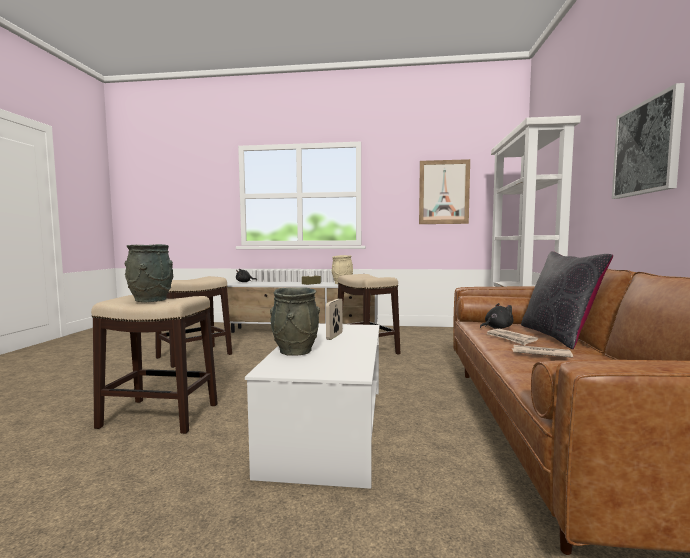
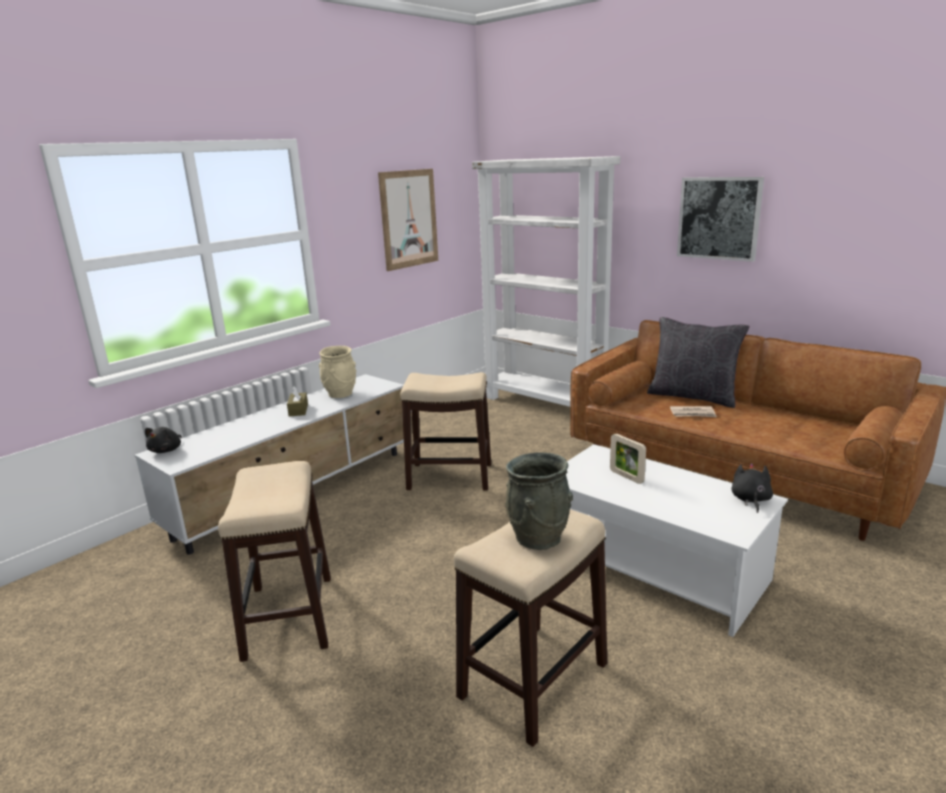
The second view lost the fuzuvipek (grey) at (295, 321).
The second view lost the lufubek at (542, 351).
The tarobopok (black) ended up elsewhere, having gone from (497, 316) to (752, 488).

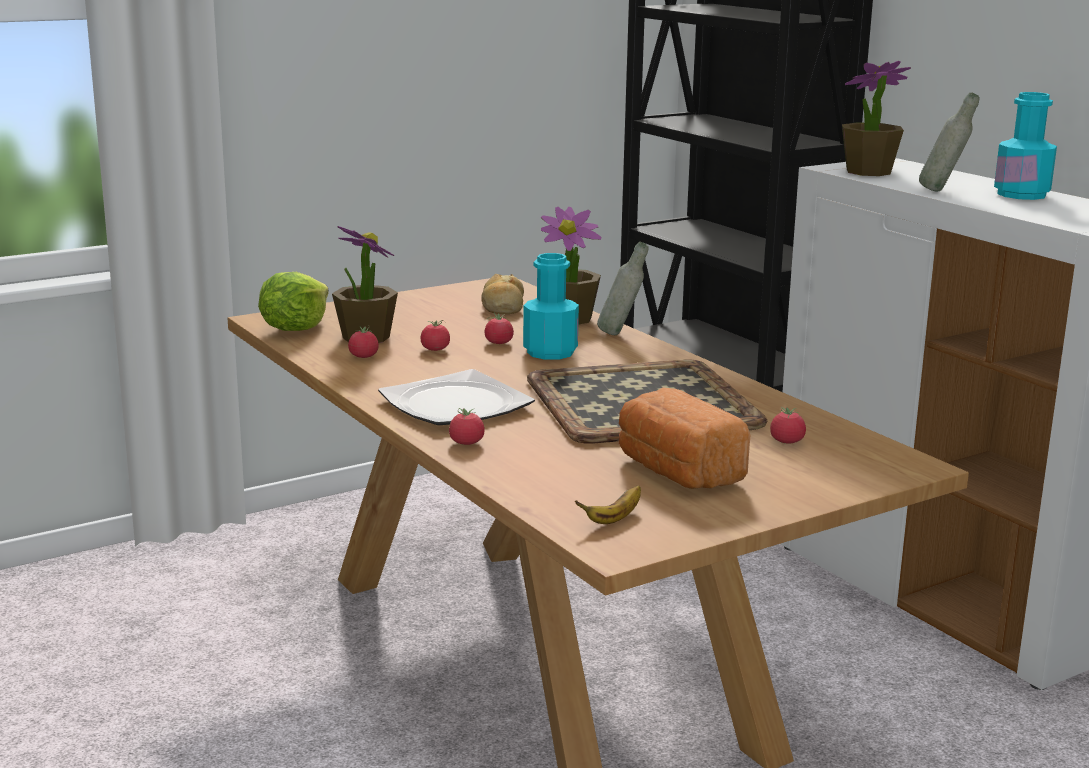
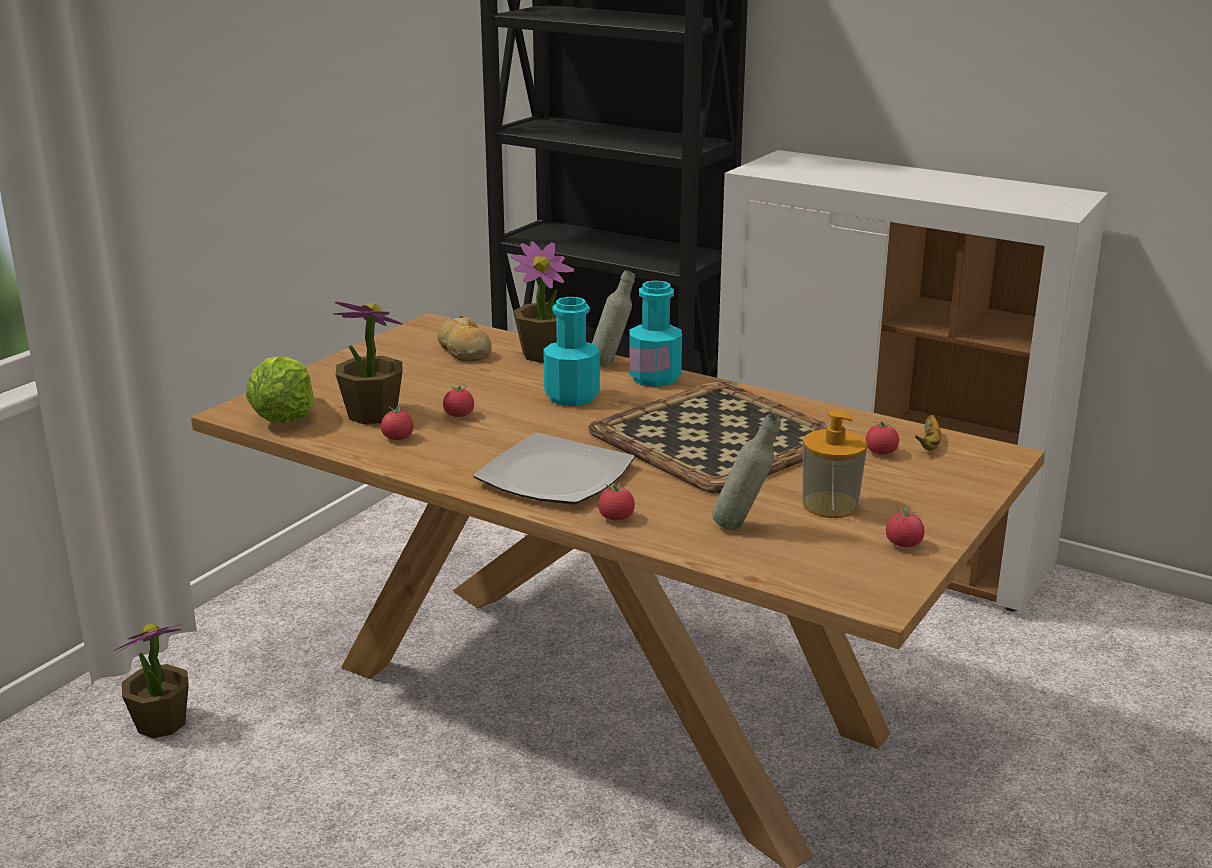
The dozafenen ended up elsewhere, having gone from (499, 328) to (905, 526).
The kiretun ended up elsewhere, having gone from (608, 504) to (928, 432).
The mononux ended up elsewhere, having gone from (876, 118) to (151, 680).
The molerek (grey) ended up elsewhere, having gone from (949, 142) to (746, 472).
The molerek (turquoise) ended up elsewhere, having gone from (1025, 146) to (655, 334).
Where the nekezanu stood at (684, 438), the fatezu came to stand at (835, 463).

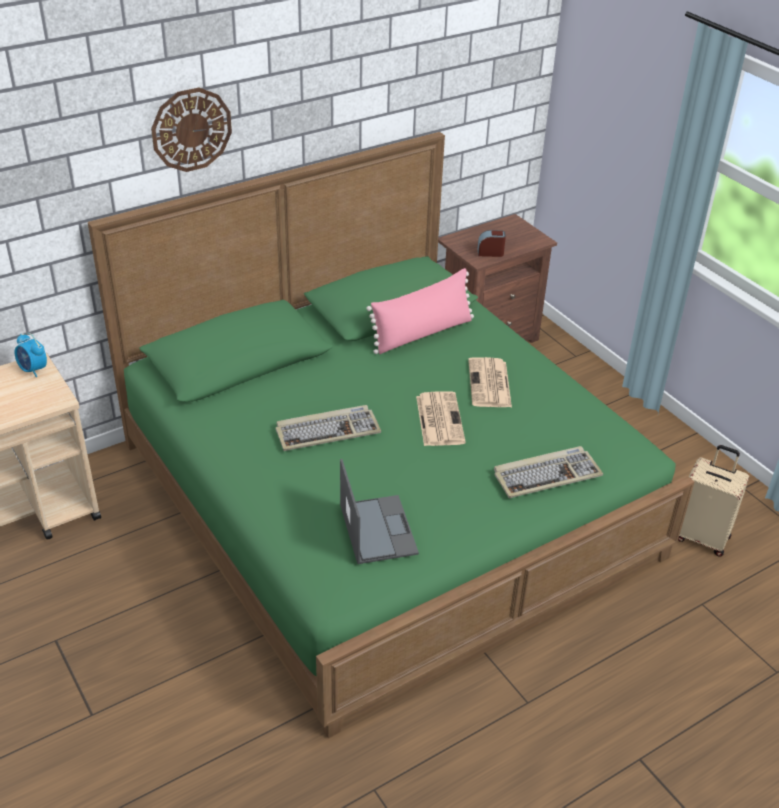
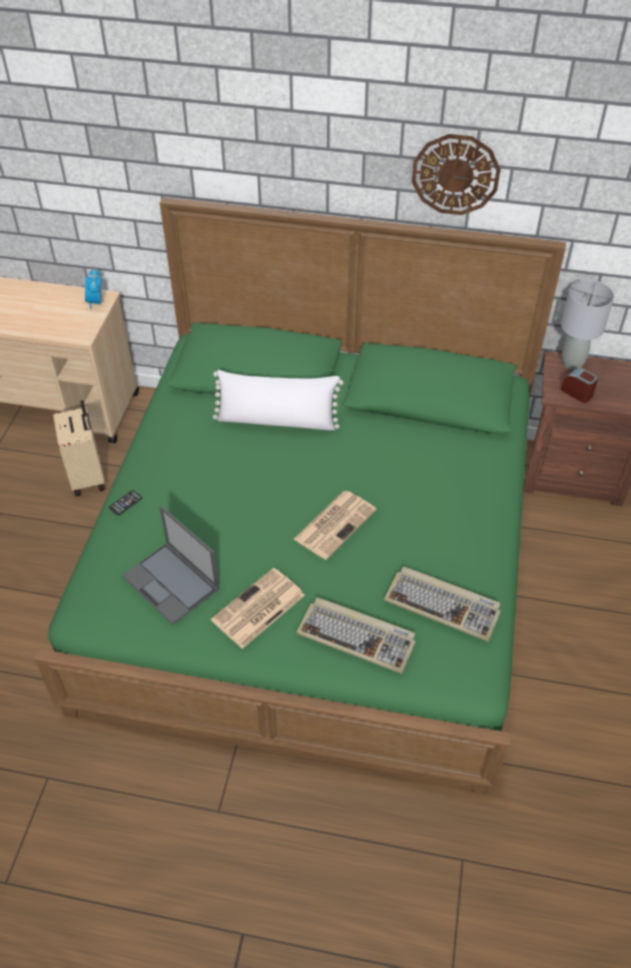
The second view lost the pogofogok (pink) at (420, 311).
The second view gained the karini at (125, 503).
The second view gained the pogofogok (white) at (278, 400).
The second view gained the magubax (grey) at (587, 325).
The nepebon ended up elsewhere, having gone from (191, 130) to (456, 174).
The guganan ended up elsewhere, having gone from (328, 428) to (442, 604).
The lufubek ended up elsewhere, having gone from (490, 382) to (258, 608).
The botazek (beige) ended up elsewhere, having gone from (713, 501) to (79, 448).
The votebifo at (379, 511) ended up facing another way, 105 degrees clockwise from before.

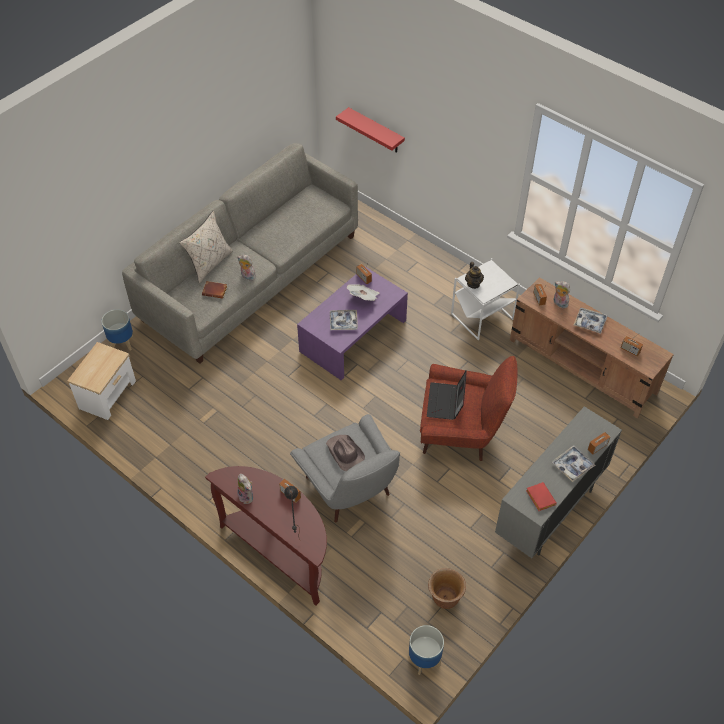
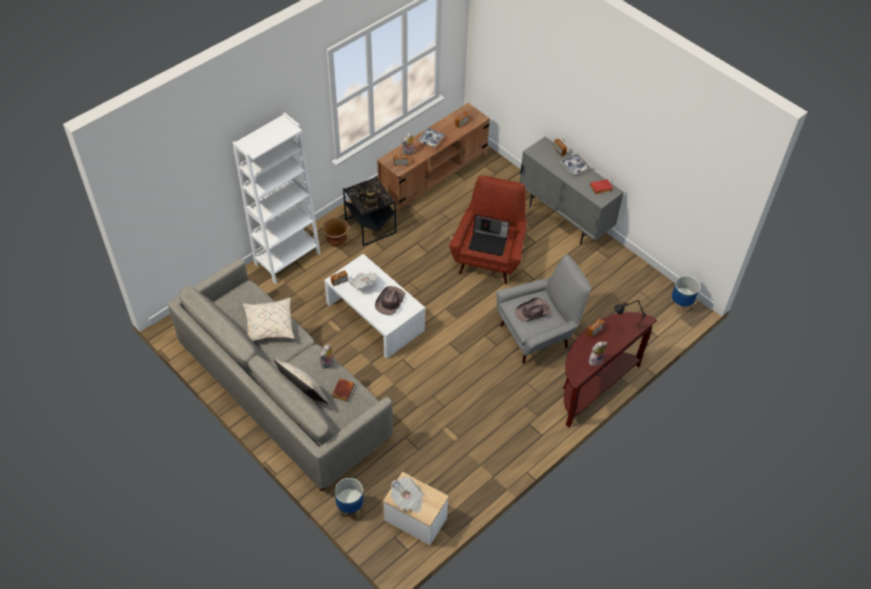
The second view lost the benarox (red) at (370, 130).
The second view gained the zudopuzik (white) at (276, 198).
The second view gained the pogofogok (beige) at (268, 319).
The second view gained the lufubek at (407, 495).
The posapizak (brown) ended up elsewhere, having gone from (447, 588) to (335, 232).
Where the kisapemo stood at (344, 320), the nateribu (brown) came to stand at (390, 300).
What was the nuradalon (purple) at (352, 323) turned into the nuradalon (white) at (374, 306).
What was the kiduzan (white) at (485, 299) turned into the kiduzan (black) at (369, 211).

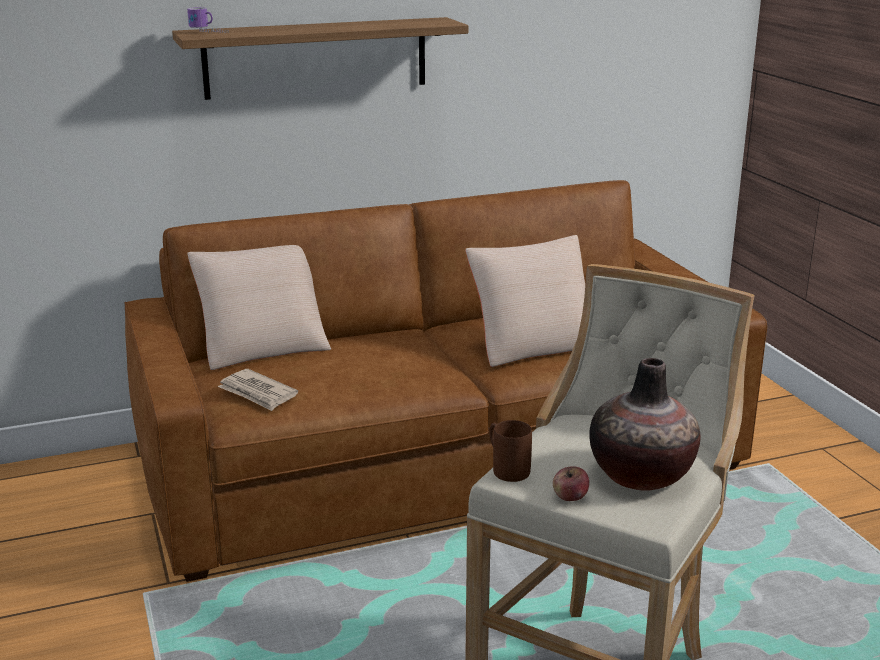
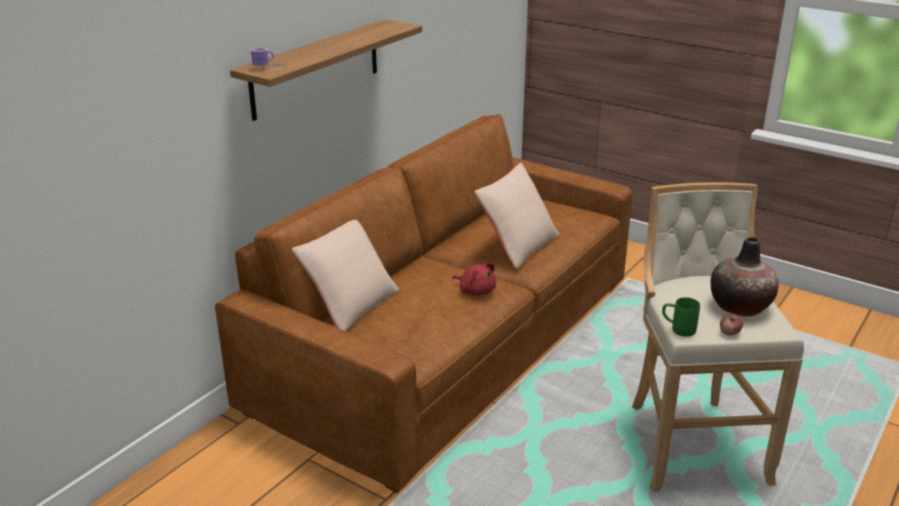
The second view lost the lufubek at (258, 390).
The second view gained the tarobopok (red) at (474, 279).
What was the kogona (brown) at (510, 451) turned into the kogona (green) at (681, 317).

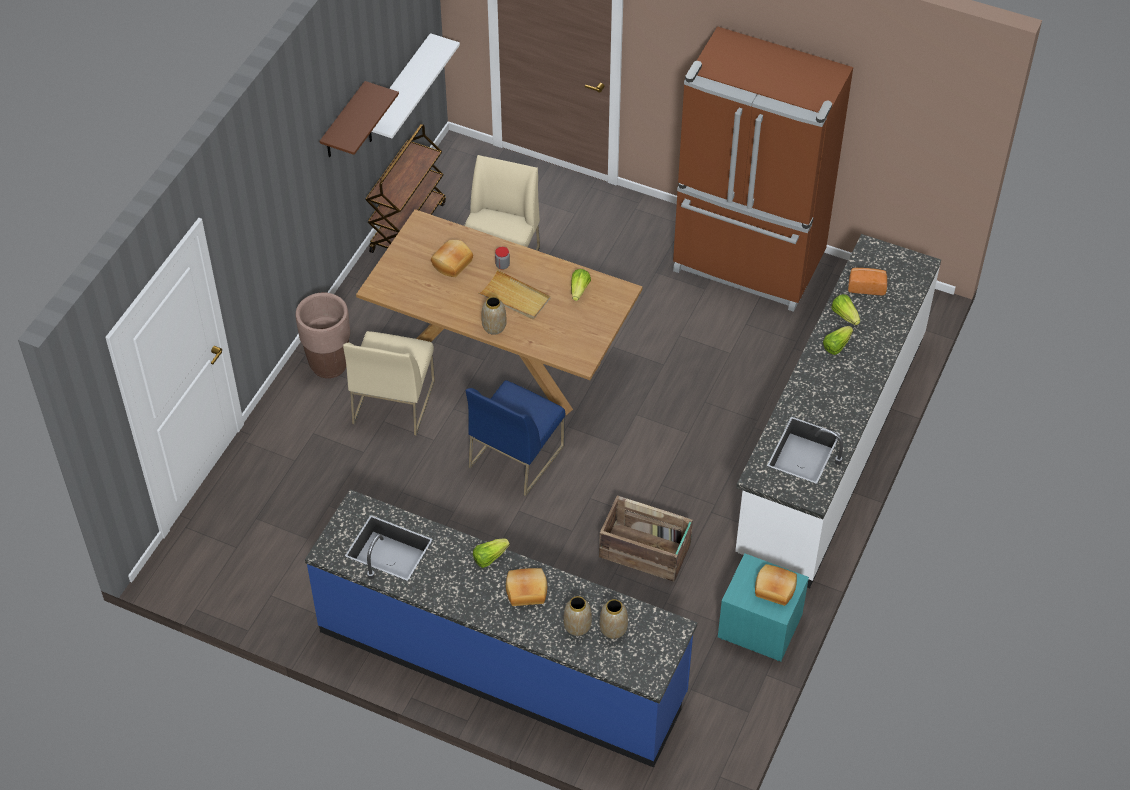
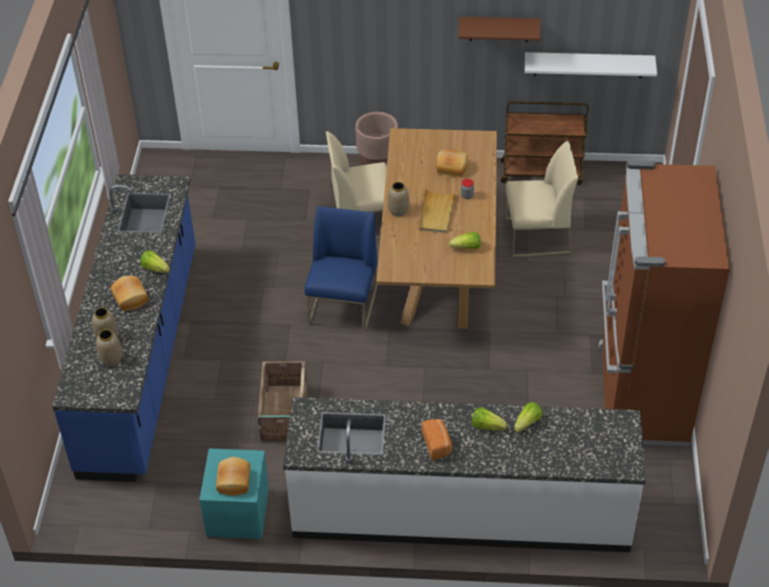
The nekezanu ended up elsewhere, having gone from (867, 281) to (437, 439).
The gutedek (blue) at (515, 438) ended up facing another way, 90 degrees clockwise from before.

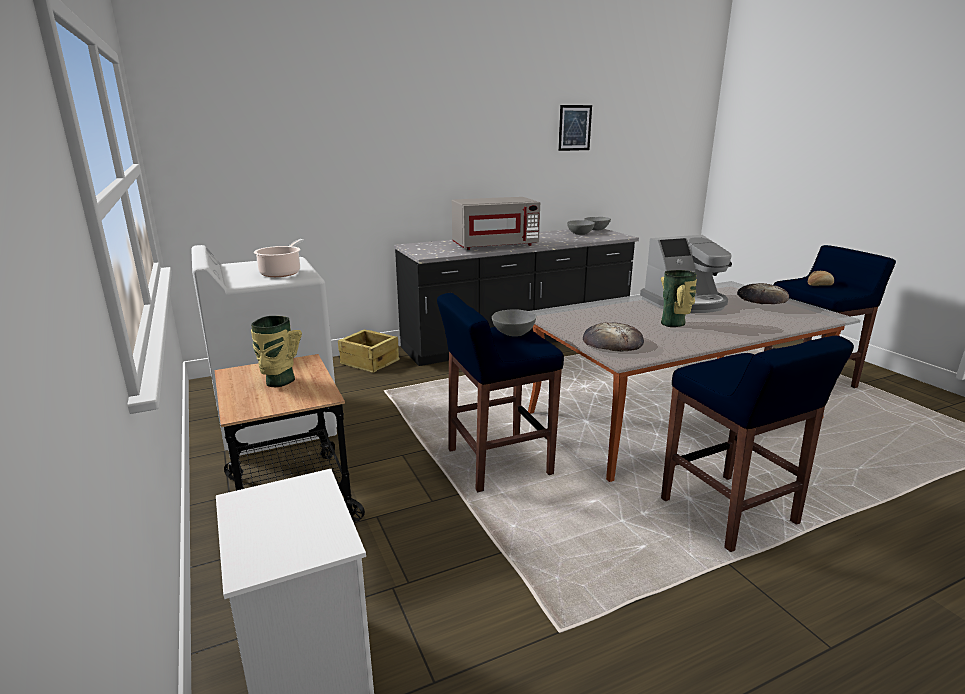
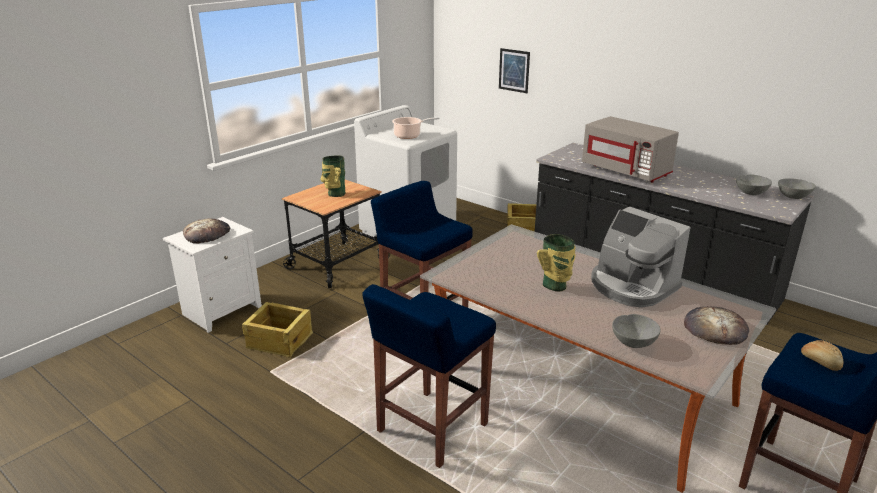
The second view gained the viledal at (277, 329).
The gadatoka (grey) ended up elsewhere, having gone from (514, 323) to (636, 331).
The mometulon ended up elsewhere, having gone from (575, 128) to (514, 70).
The nekezanu ended up elsewhere, having gone from (613, 337) to (207, 230).

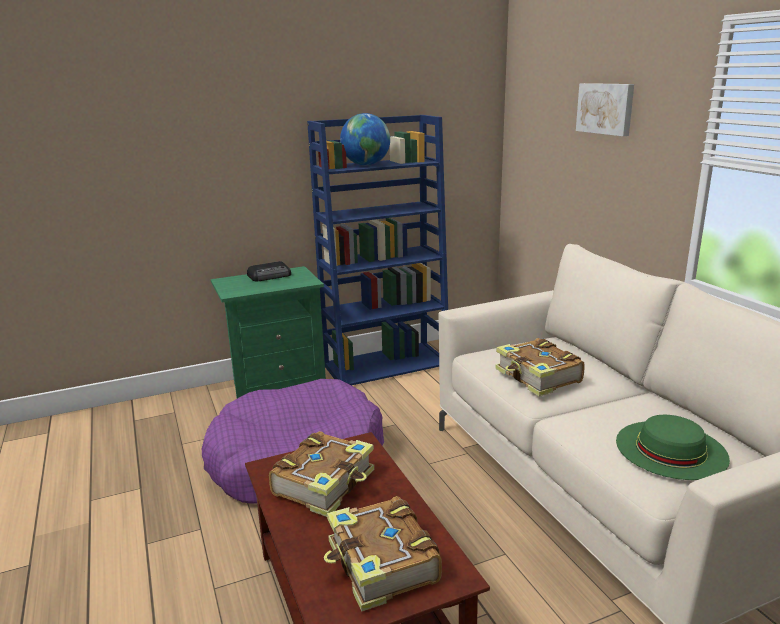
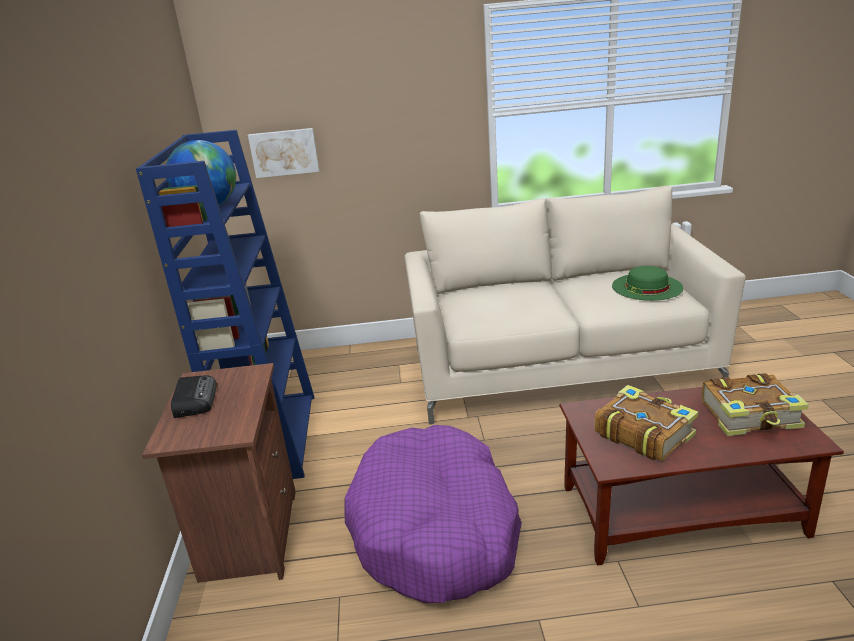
The second view lost the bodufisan at (540, 367).
The mometulon ended up elsewhere, having gone from (605, 109) to (283, 153).
What was the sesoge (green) at (268, 332) turned into the sesoge (brown) at (219, 473).

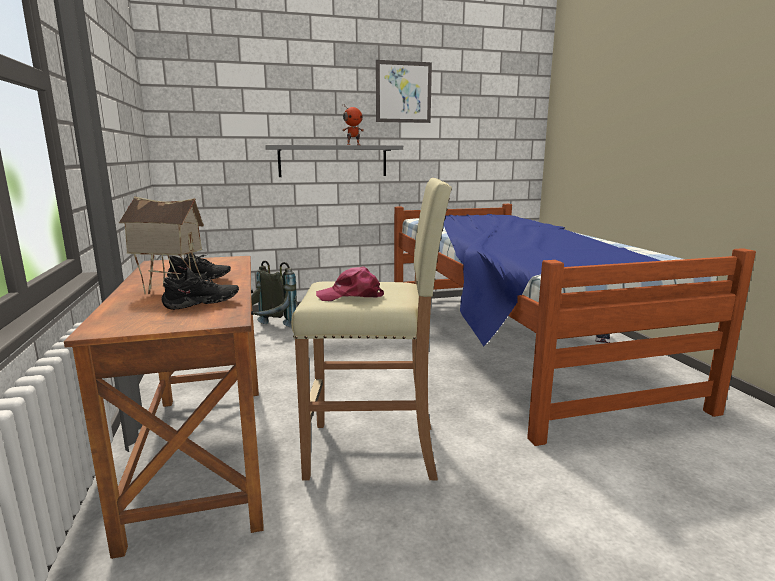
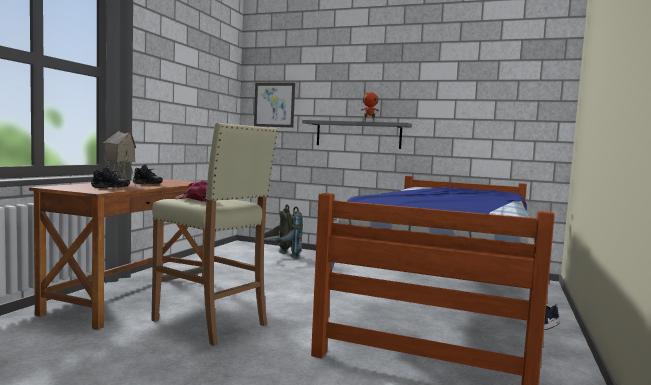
The mometulon ended up elsewhere, having gone from (404, 91) to (274, 105).

